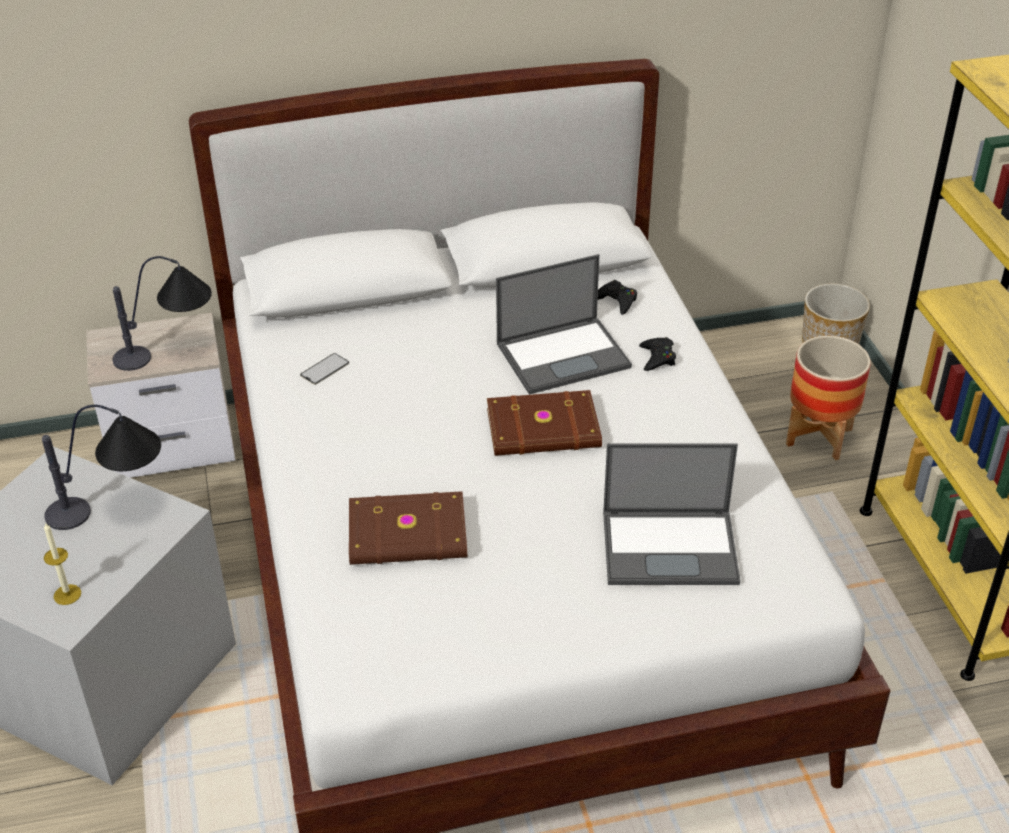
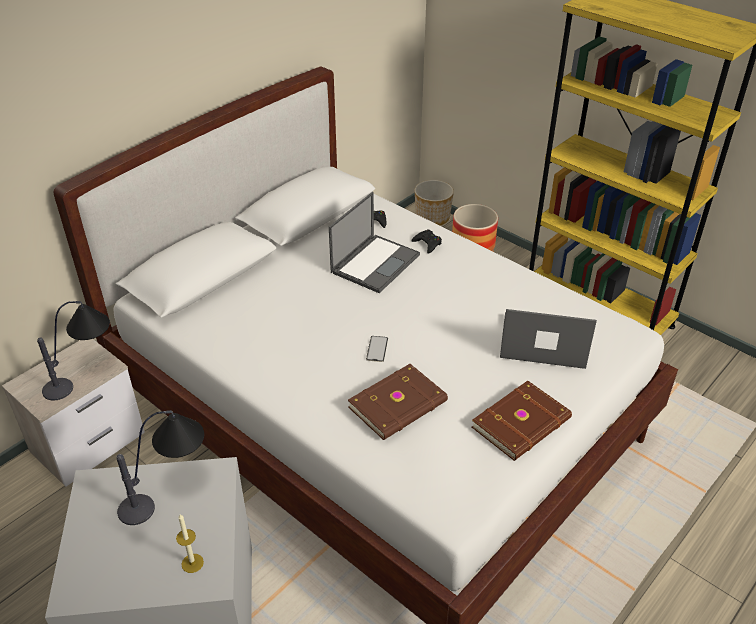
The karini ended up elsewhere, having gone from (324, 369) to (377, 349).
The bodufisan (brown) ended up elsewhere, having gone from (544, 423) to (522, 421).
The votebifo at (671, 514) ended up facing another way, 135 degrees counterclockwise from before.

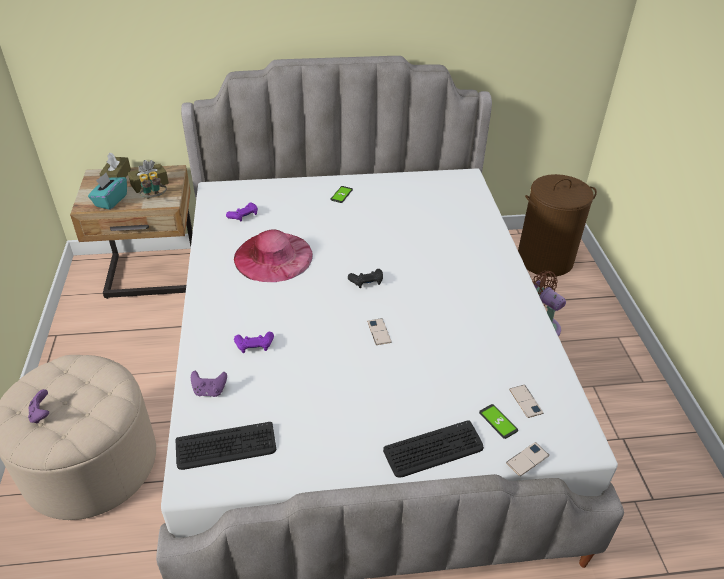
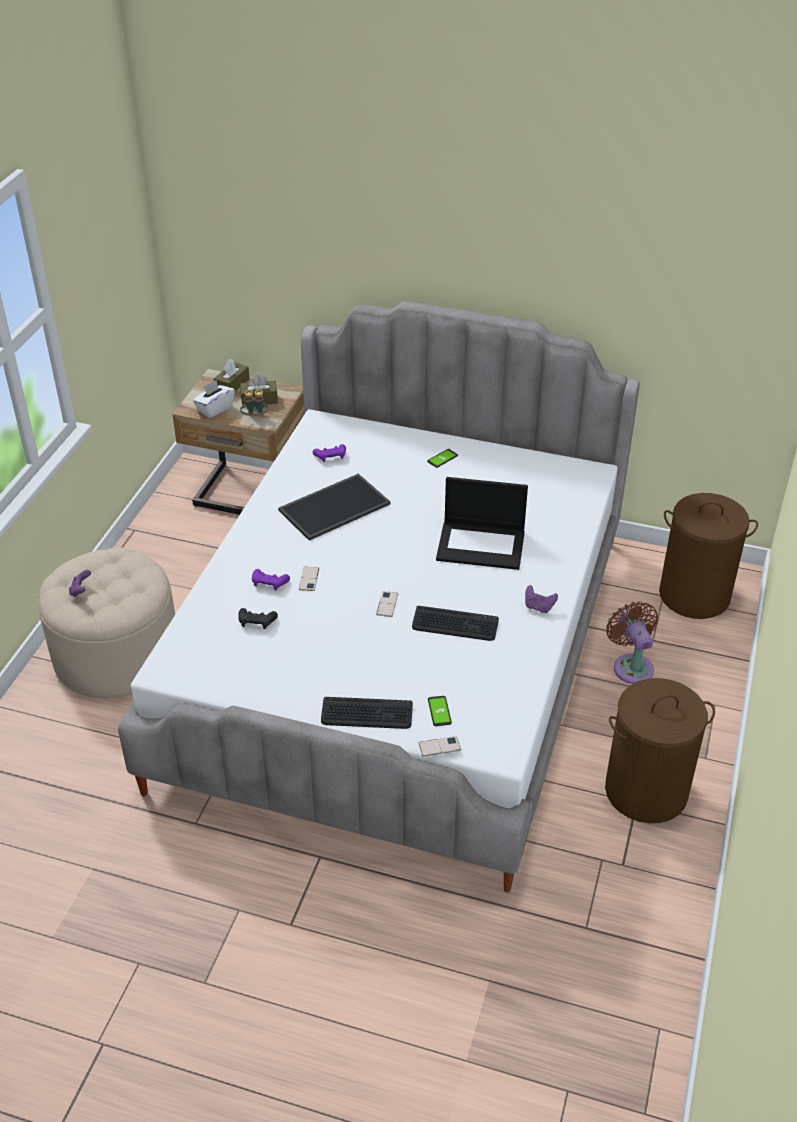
The second view gained the votebifo at (482, 523).
The second view gained the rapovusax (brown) at (660, 750).
The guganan ended up elsewhere, having gone from (225, 446) to (455, 623).
The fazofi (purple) ended up elsewhere, having gone from (209, 384) to (541, 599).
The fazofi (black) ended up elsewhere, having gone from (365, 278) to (258, 618).
The karini ended up elsewhere, having gone from (526, 401) to (309, 579).
Where the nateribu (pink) stood at (273, 256), the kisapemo came to stand at (334, 507).
What was the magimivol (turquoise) at (107, 191) turned into the magimivol (white) at (214, 399).

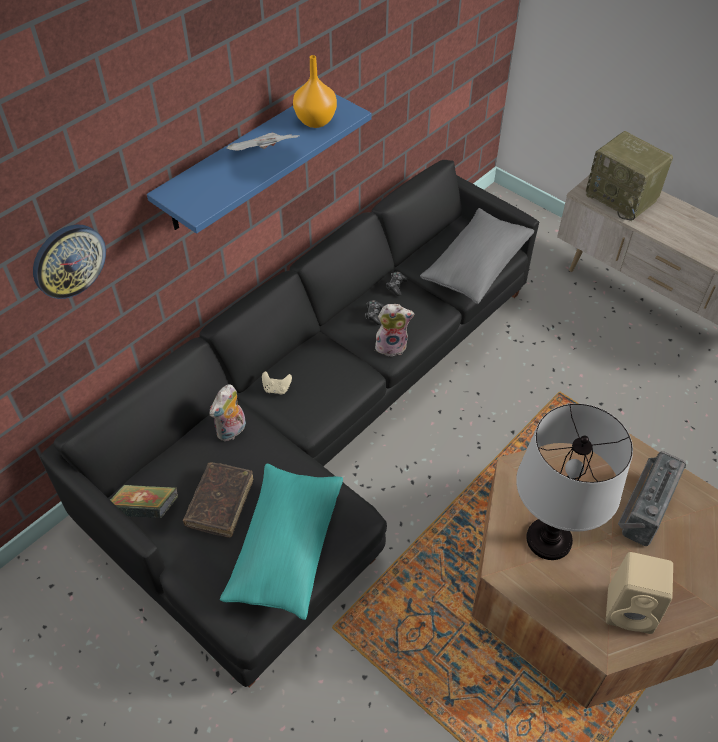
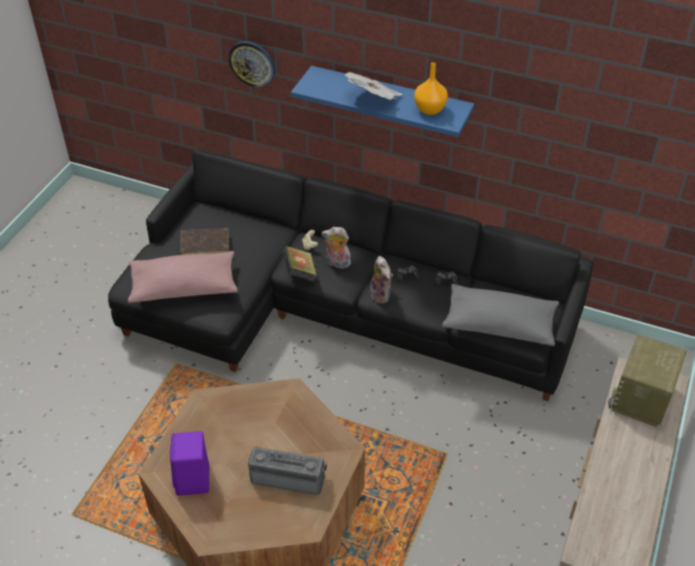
The second view lost the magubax at (574, 481).
The bodufisan ended up elsewhere, having gone from (144, 501) to (299, 263).
The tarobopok ended up elsewhere, having gone from (227, 412) to (336, 248).
What was the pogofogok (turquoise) at (281, 542) turned into the pogofogok (pink) at (183, 277).
What was the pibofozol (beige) at (639, 593) turned into the pibofozol (purple) at (189, 463).

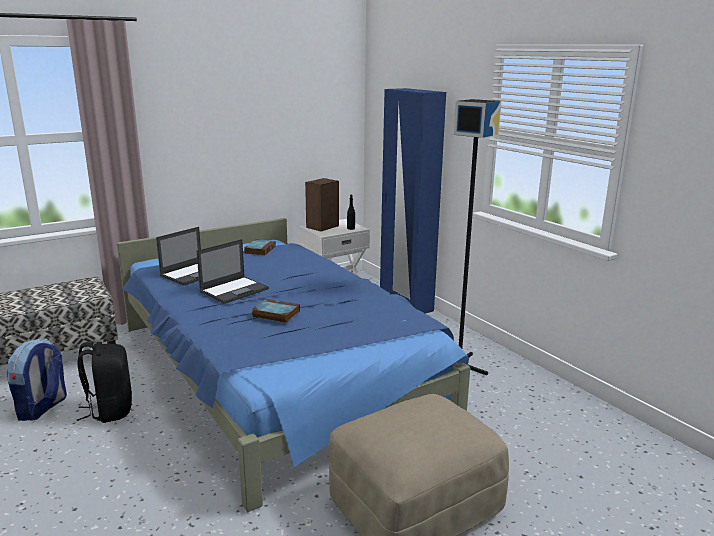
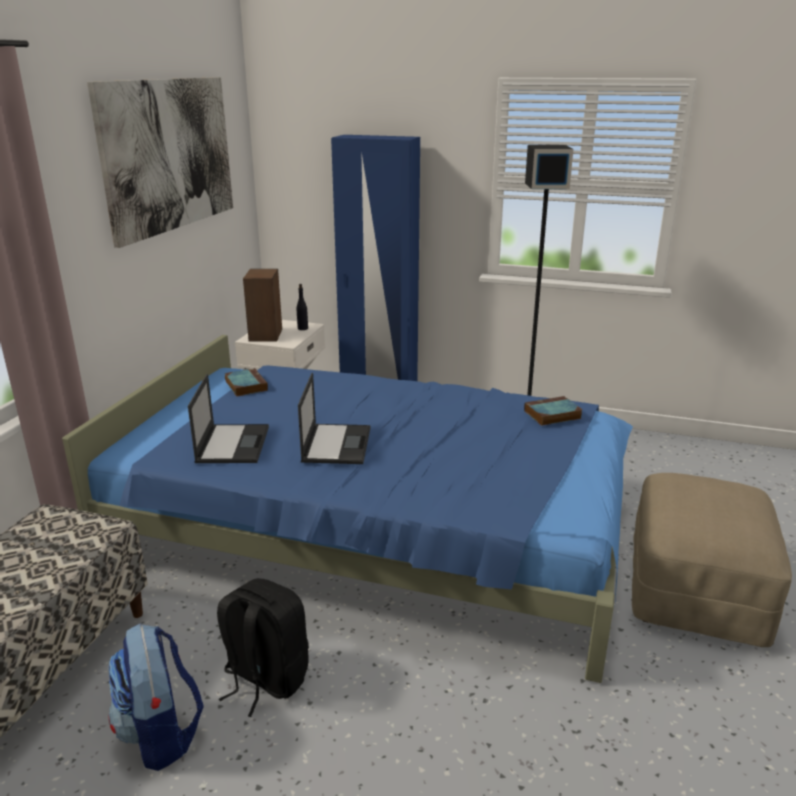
The second view gained the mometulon at (160, 162).
The bodufisan ended up elsewhere, having gone from (276, 311) to (553, 411).

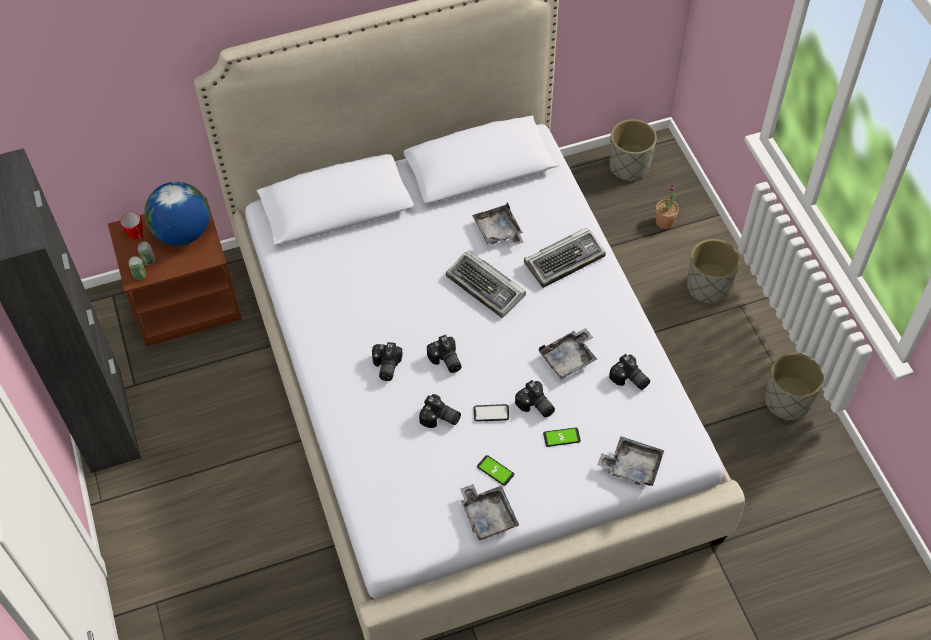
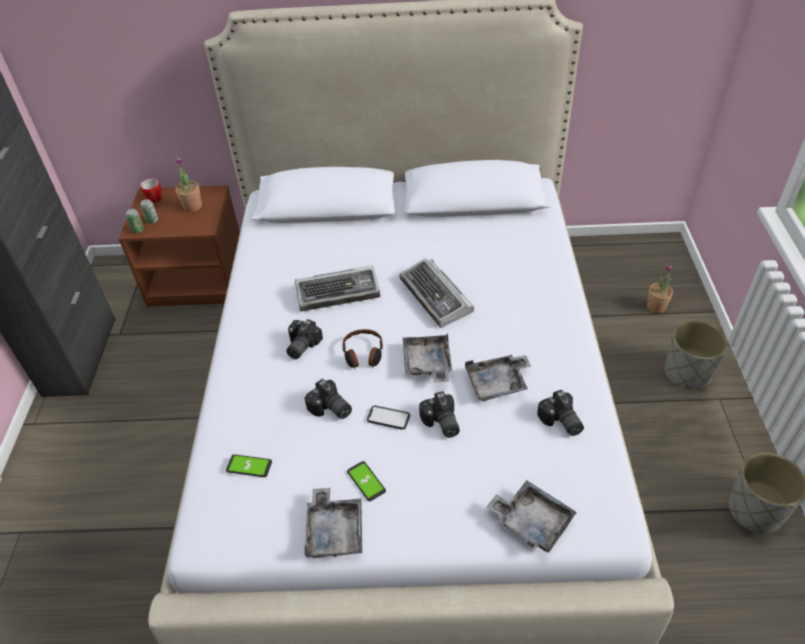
The second view lost the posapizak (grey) at (633, 150).
The kisapemo (grey) ended up elsewhere, having gone from (498, 224) to (427, 357).
The guganan ended up elsewhere, having gone from (565, 258) to (338, 288).
The karini ended up elsewhere, having gone from (562, 437) to (249, 465).
Where the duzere stood at (177, 214), the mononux came to stand at (189, 184).
Where the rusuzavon stood at (444, 354), the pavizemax came to stand at (363, 349).

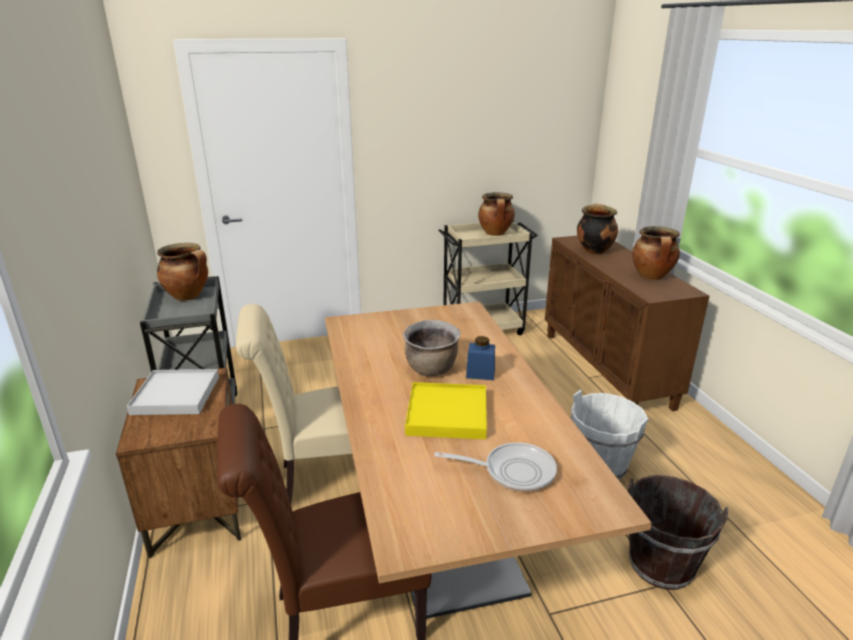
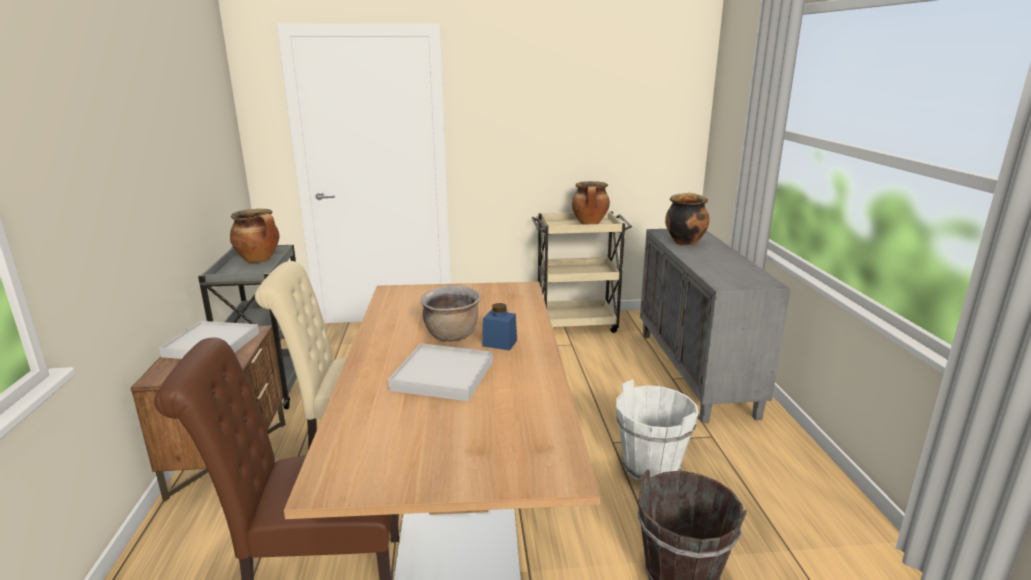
The second view lost the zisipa at (495, 467).
The second view lost the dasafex at (656, 253).
What was the kisapemo (yellow) at (446, 410) turned into the kisapemo (white) at (440, 372).
What was the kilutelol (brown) at (627, 323) turned into the kilutelol (grey) at (715, 326).

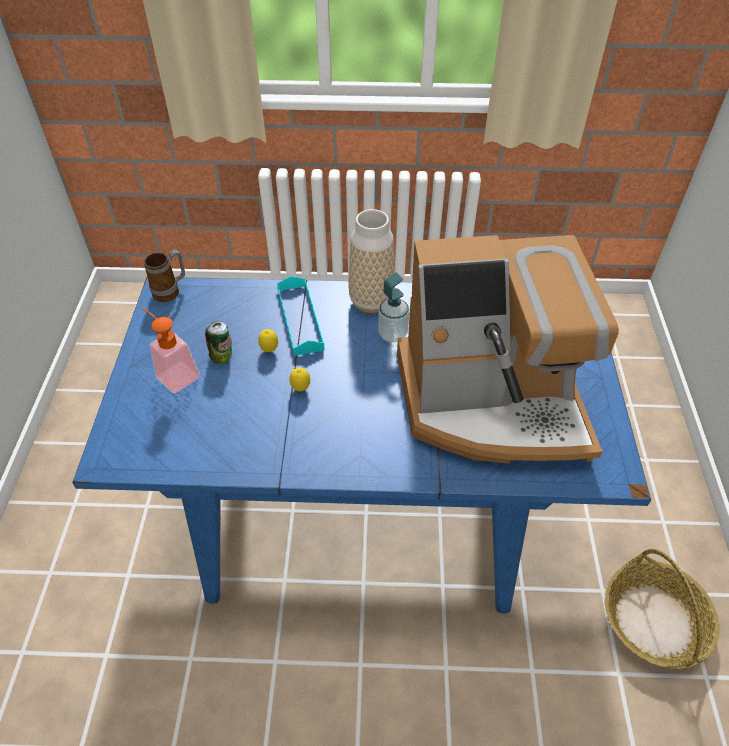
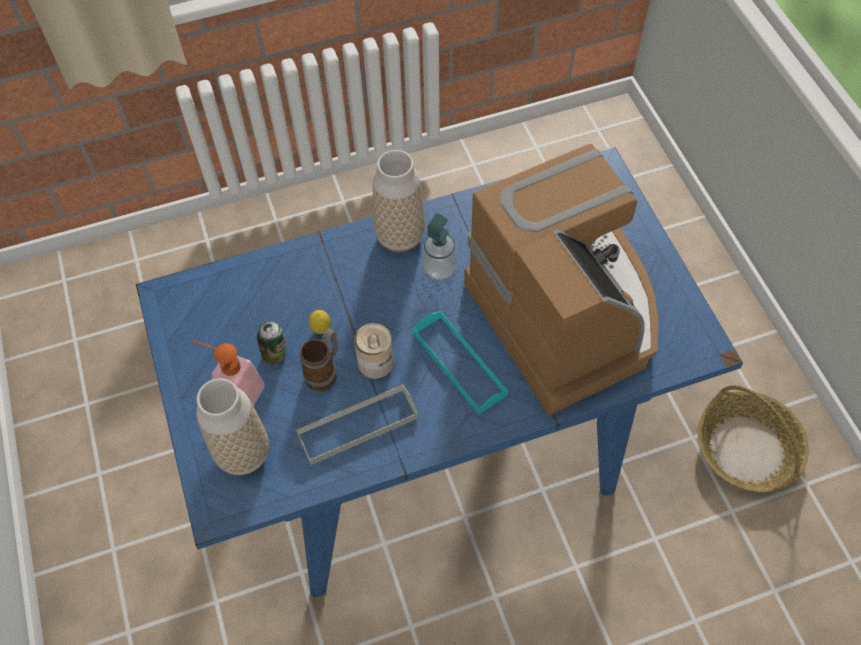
The second view gained the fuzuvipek at (232, 426).
The second view gained the kisapemo (grey) at (357, 424).
The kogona ended up elsewhere, having gone from (164, 275) to (319, 360).
The kisapemo (turquoise) ended up elsewhere, having gone from (301, 316) to (460, 362).
Where the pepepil stood at (299, 379), the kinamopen came to stand at (374, 351).
The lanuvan at (508, 349) ended up facing another way, 90 degrees counterclockwise from before.

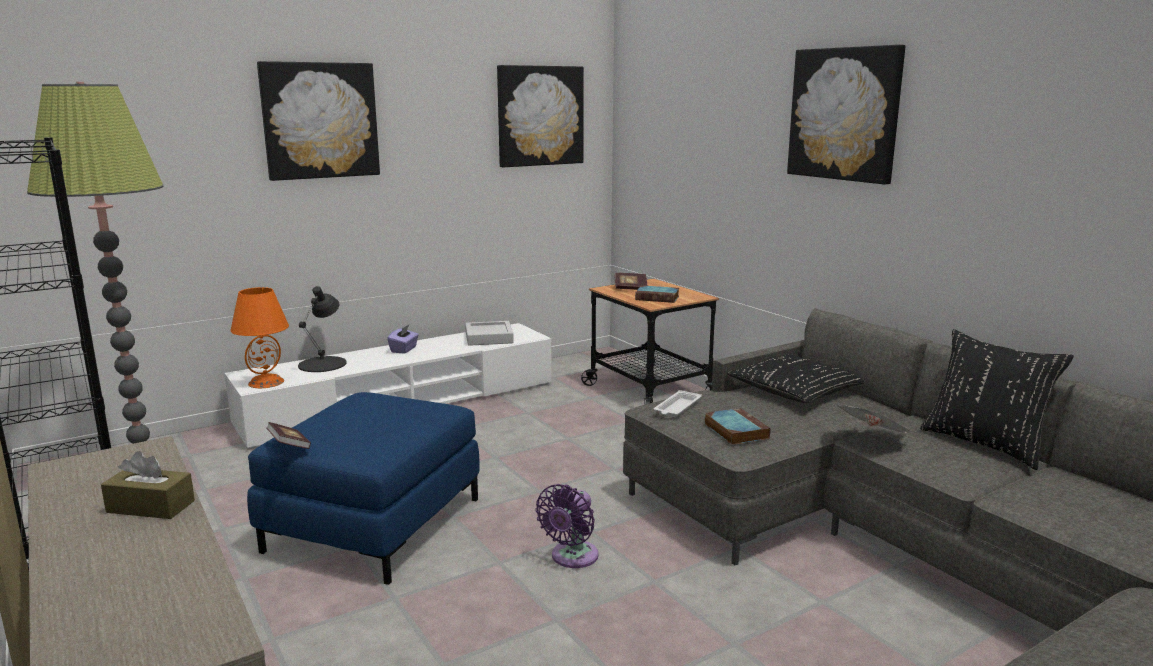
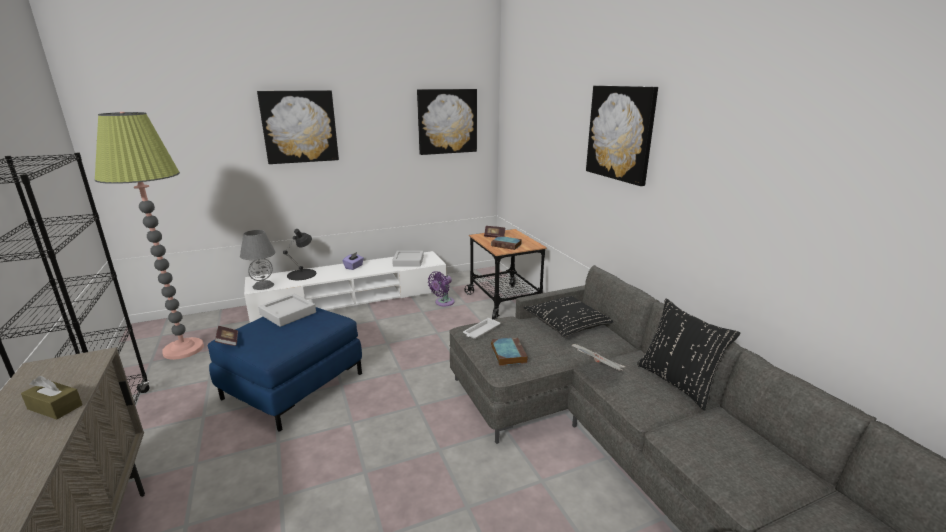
The second view gained the kisapemo (grey) at (287, 310).
The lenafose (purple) ended up elsewhere, having gone from (567, 526) to (441, 288).
What was the magubax (orange) at (259, 337) turned into the magubax (grey) at (257, 260).

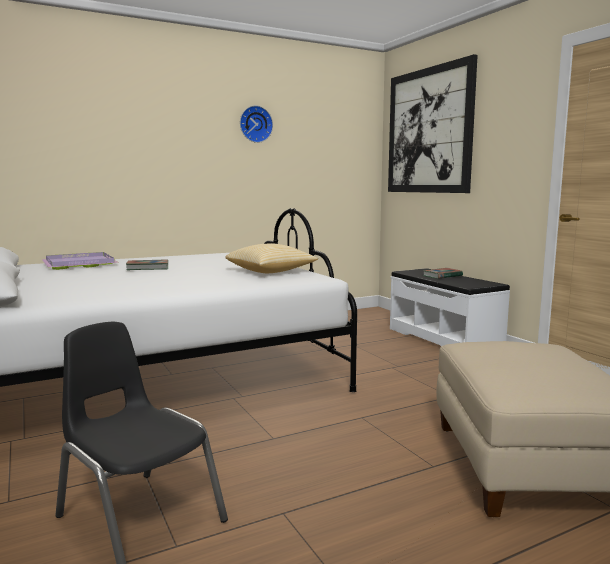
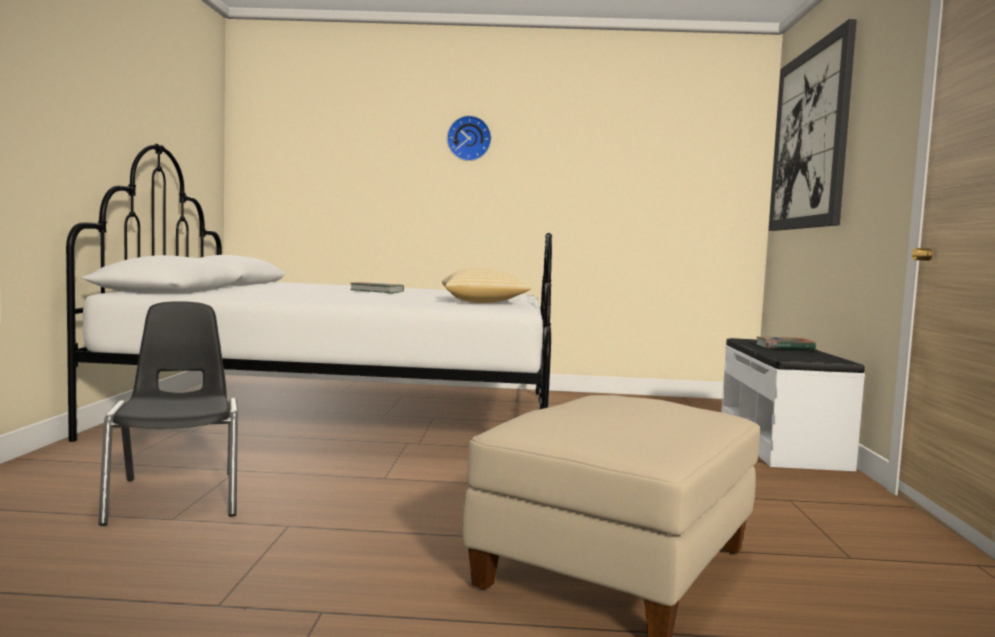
The second view lost the kisapemo (purple) at (80, 261).
The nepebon ended up elsewhere, having gone from (256, 124) to (469, 138).

